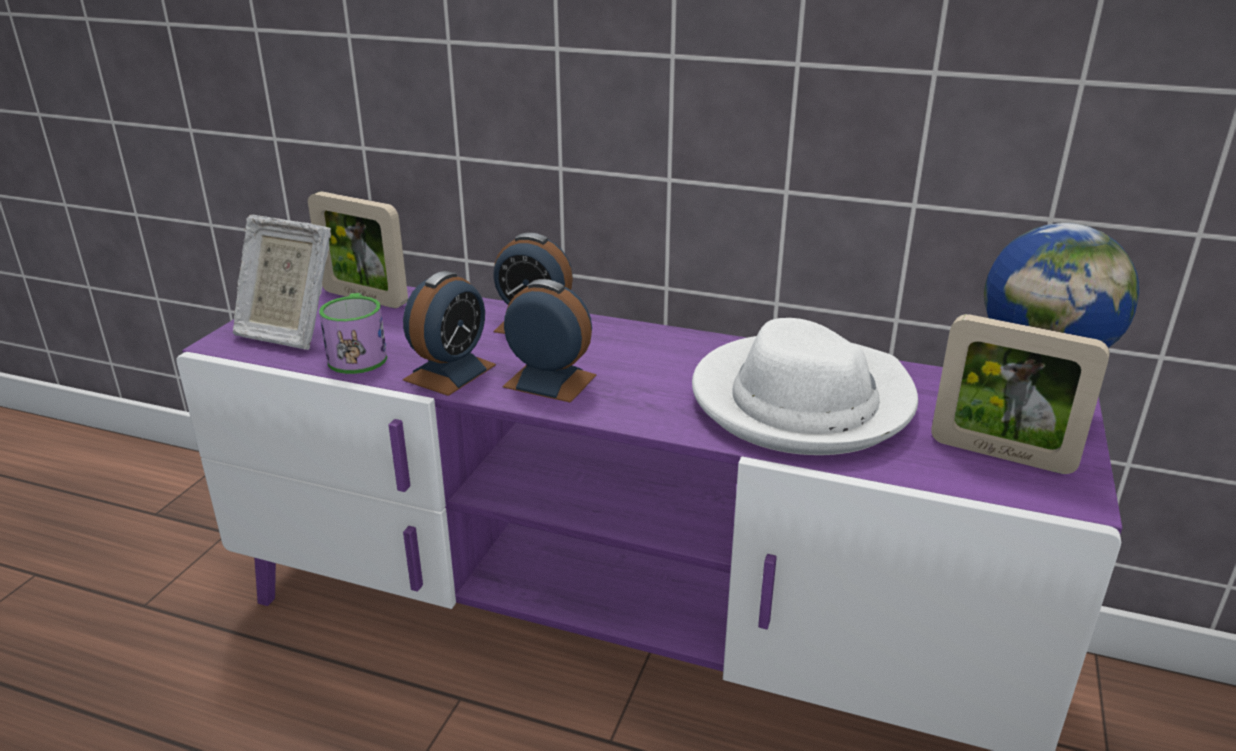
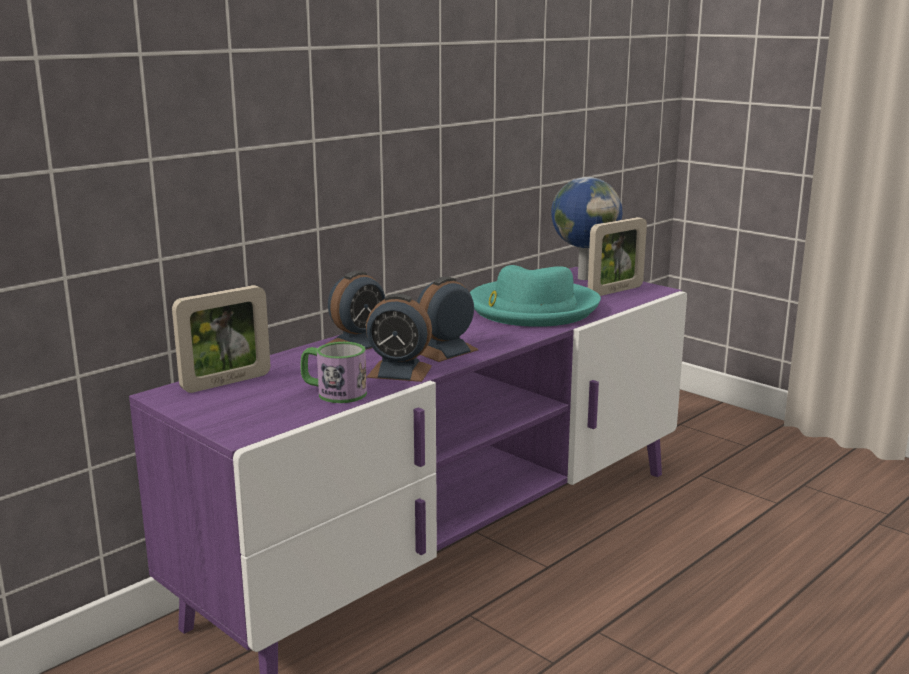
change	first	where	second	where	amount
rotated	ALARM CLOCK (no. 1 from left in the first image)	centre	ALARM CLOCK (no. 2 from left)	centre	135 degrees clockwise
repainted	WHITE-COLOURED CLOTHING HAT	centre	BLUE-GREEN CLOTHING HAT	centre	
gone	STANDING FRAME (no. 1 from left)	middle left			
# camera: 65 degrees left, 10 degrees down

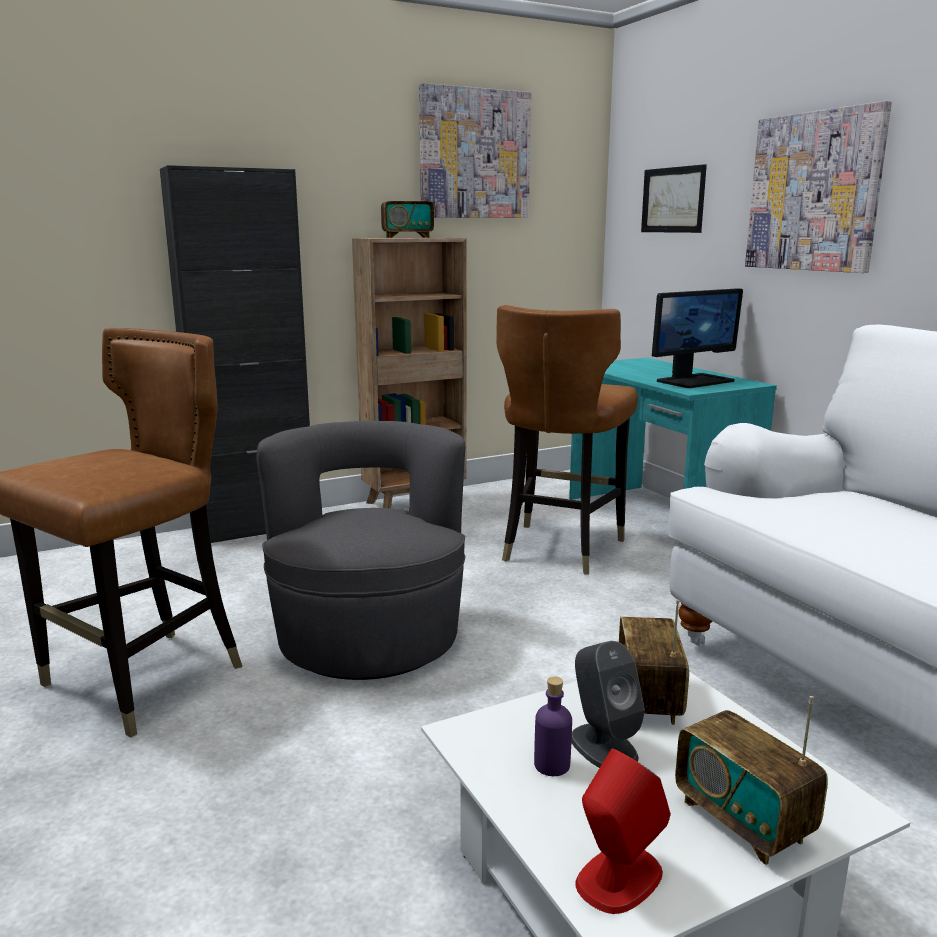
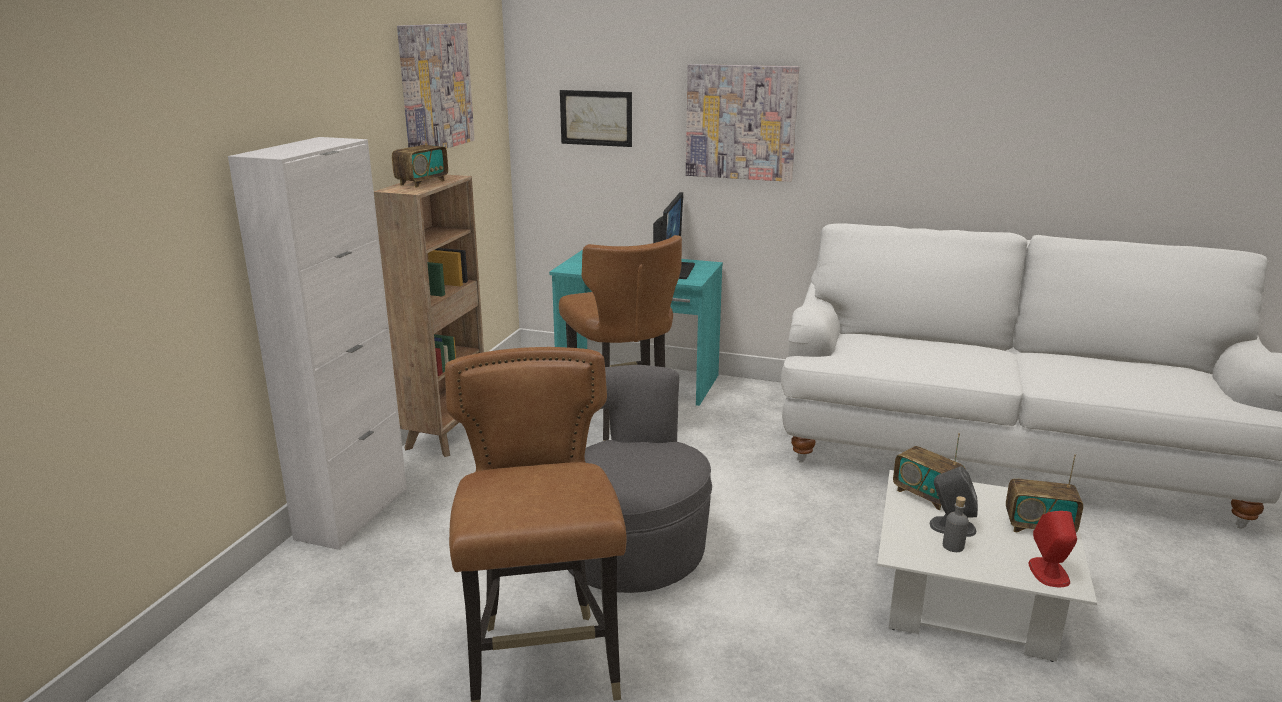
change	first	where	second	where	amount
repainted	BLACK-COLOURED CABINET	middle left	WHITE-COLOURED CABINET	middle left	
repainted	PURPLE BOTTLE	bottom centre	GRAY BOTTLE	bottom right	
# camera: 45 degrees left, 5 degrees up

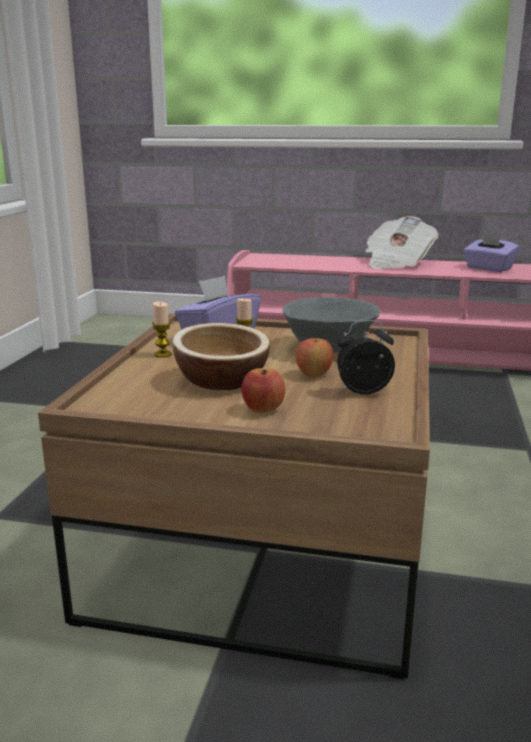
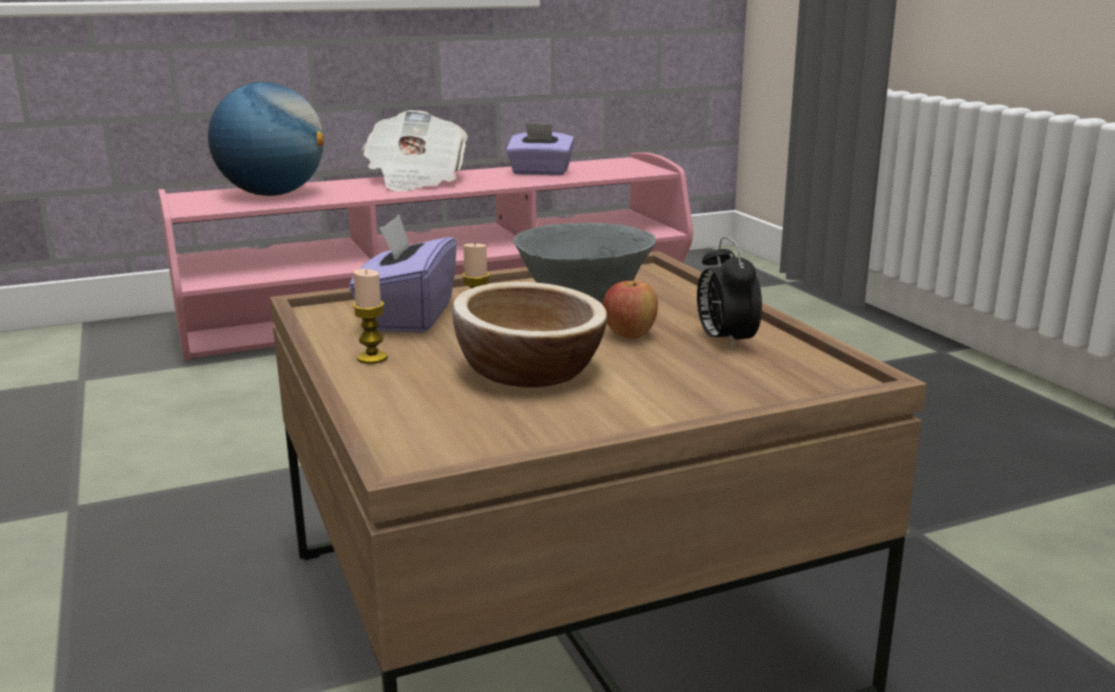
change	first	where	second	where	amount
new			WORLD GLOBE	top left	
rotated	ALARM CLOCK	middle right		centre	60 degrees counterclockwise
gone	APPLE (no. 1 from left)	centre			
# camera: 35 degrees left, 0 degrees up

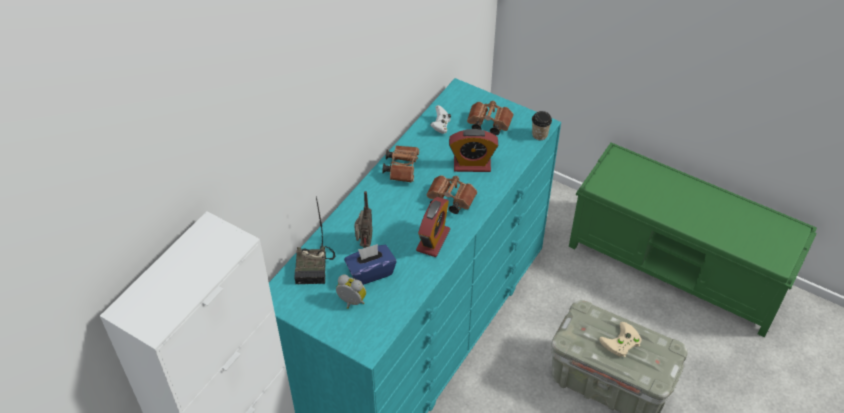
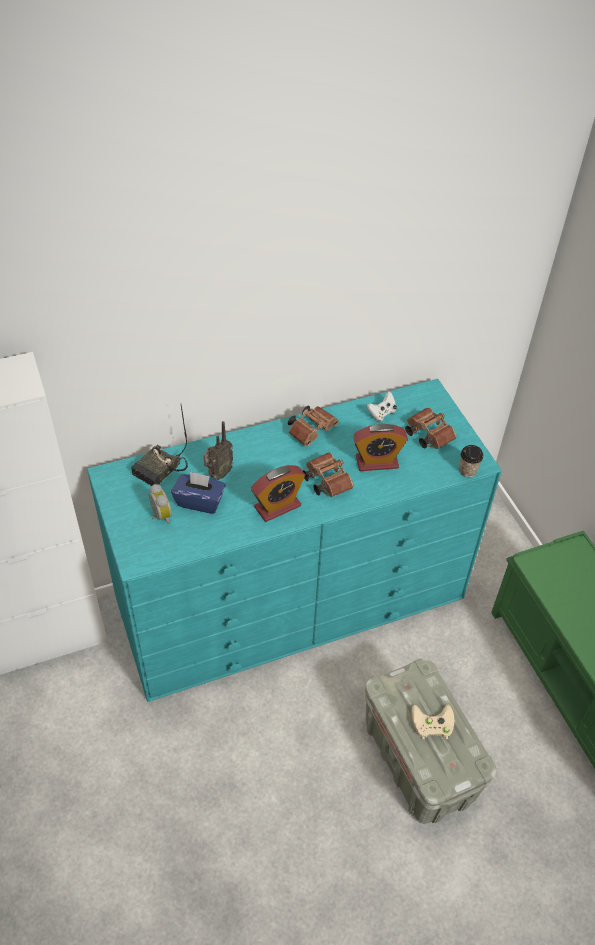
change	first	where	second	where	amount
rotated	ALARM CLOCK (no. 3 from left)	centre		centre	45 degrees counterclockwise
# camera: 35 degrees right, 0 degrees up

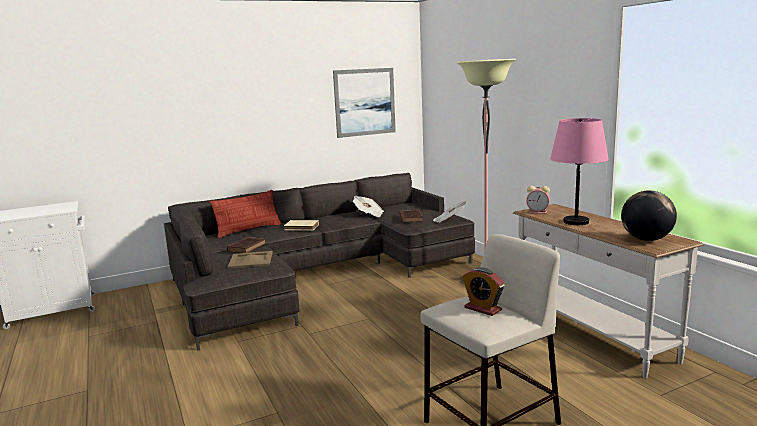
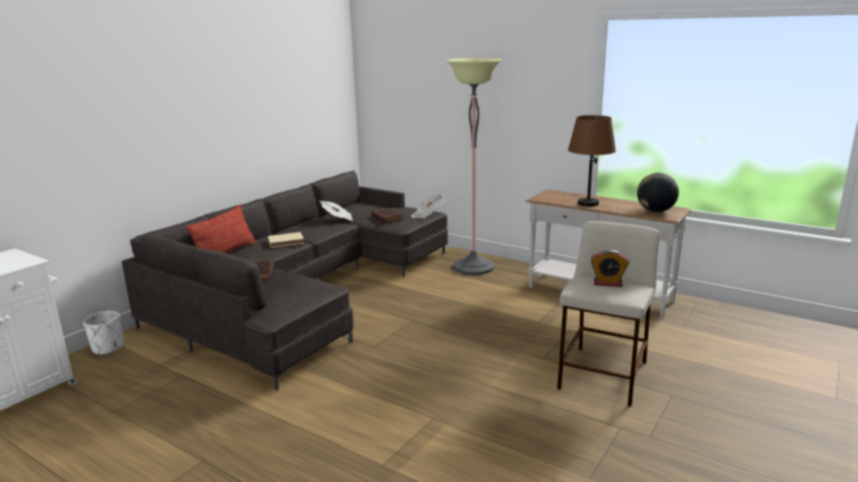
change	first	where	second	where	amount
new			WHITE-COLOURED PLANT POT	bottom left	
repainted	PINK TABLETOP LAMP	middle right	BROWN TABLETOP LAMP	top right	
gone	BEIGE SERVING TRAY	middle left			
gone	WALL ART	top centre			
gone	ALARM CLOCK (no. 2 from left)	middle right			
# camera: 30 degrees left, 5 degrees up

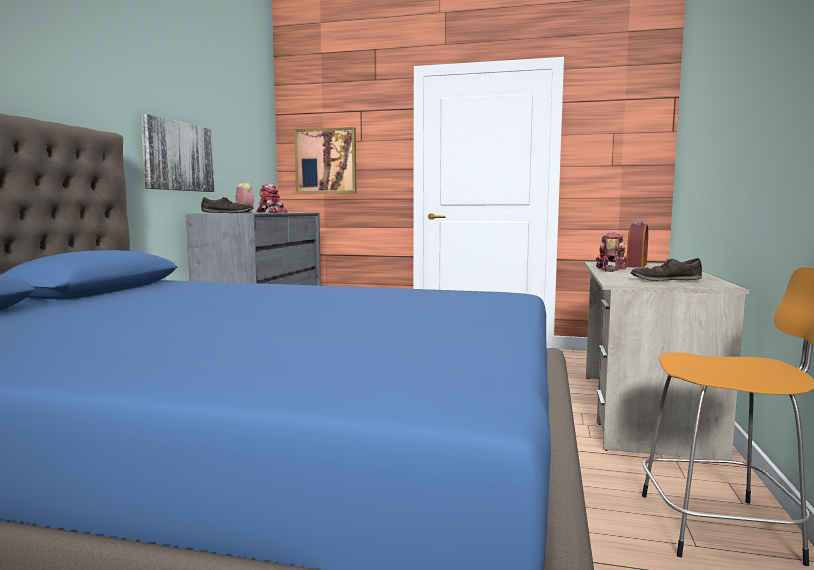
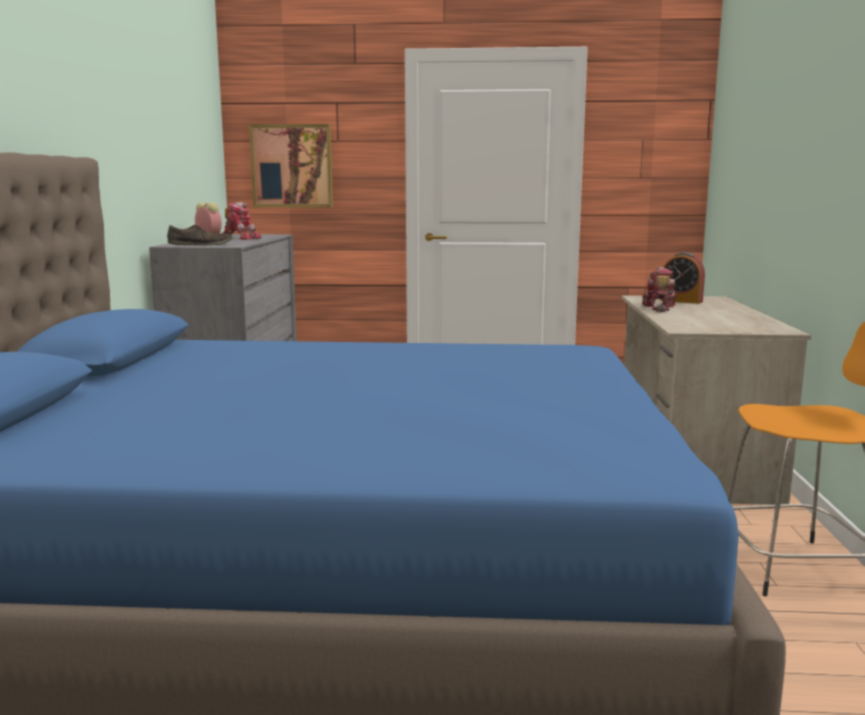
change	first	where	second	where	amount
rotated	ALARM CLOCK (no. 2 from left)	middle right		middle right	105 degrees clockwise
gone	WALL ART (no. 1 from left)	top left			
gone	BROWN LOW SHOE (no. 2 from left)	middle right			
# camera: 10 degrees left, 5 degrees up

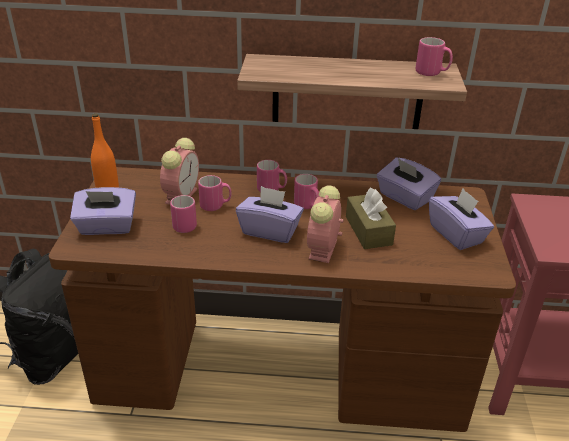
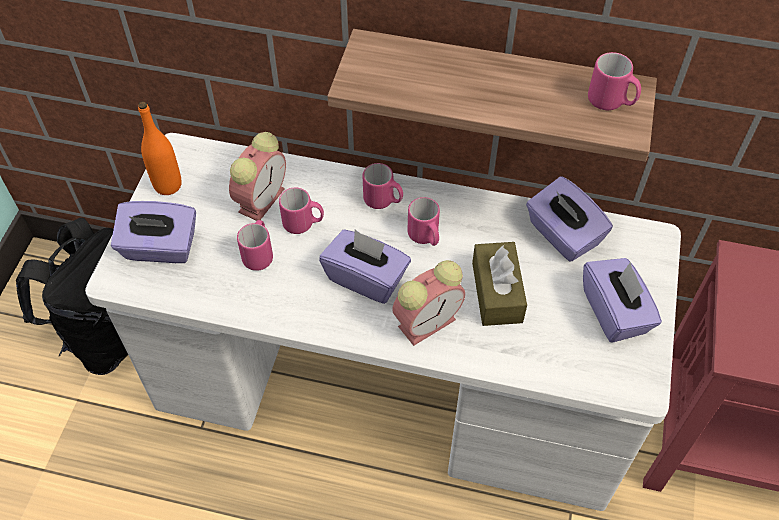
change	first	where	second	where	amount
repainted	BROWN DESK UNIT	bottom centre	WHITE-COLOURED DESK UNIT	centre	
rotated	ALARM CLOCK (no. 2 from left)	centre		centre	150 degrees counterclockwise
# camera: 10 degrees right, 20 degrees up

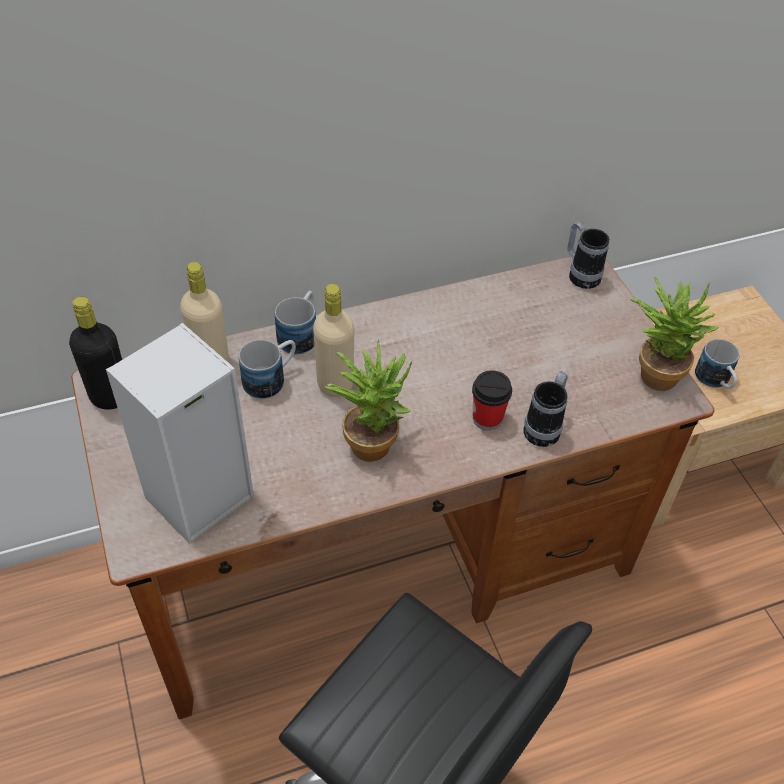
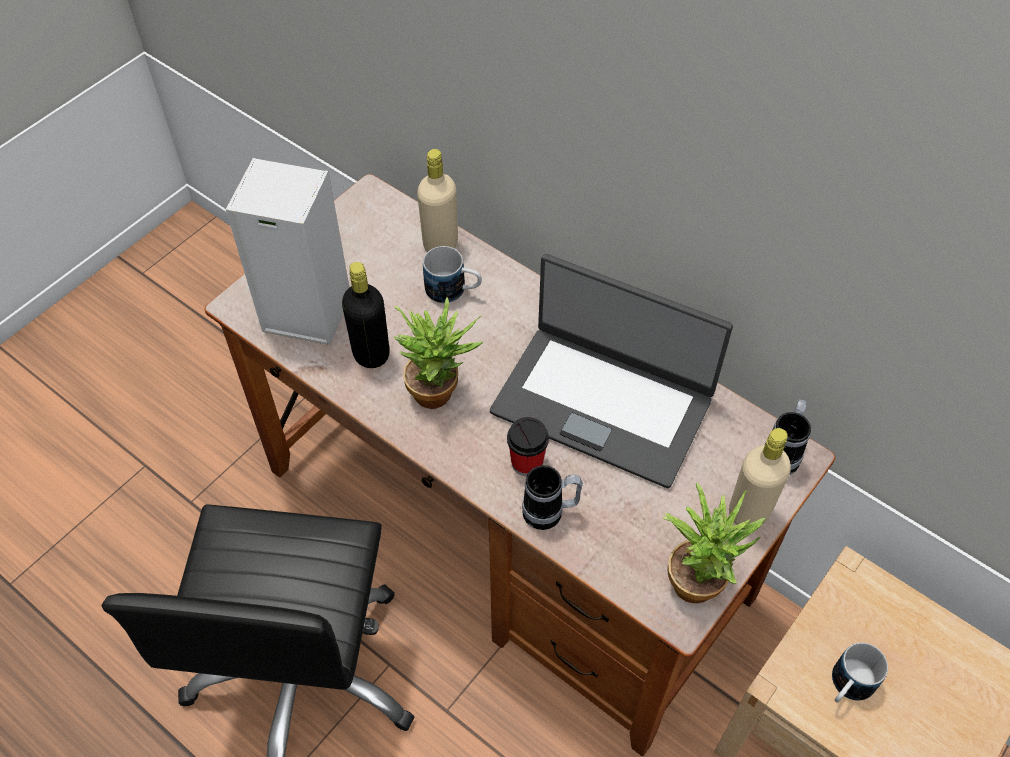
change	first	where	second	where	amount
shifted	BLACK-COLOURED BOTTLE	middle left		centre	
new			NOTEBOOK COMPUTER	centre	
shifted	BEIGE BOTTLE (no. 2 from left)	centre		middle right	
gone	COFFEE MUG (no. 2 from left)	centre			
# camera: 60 degrees right, 5 degrees up

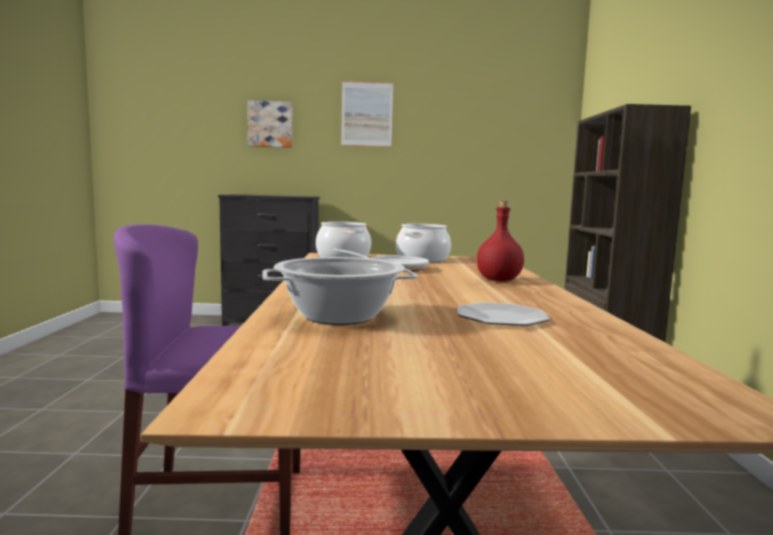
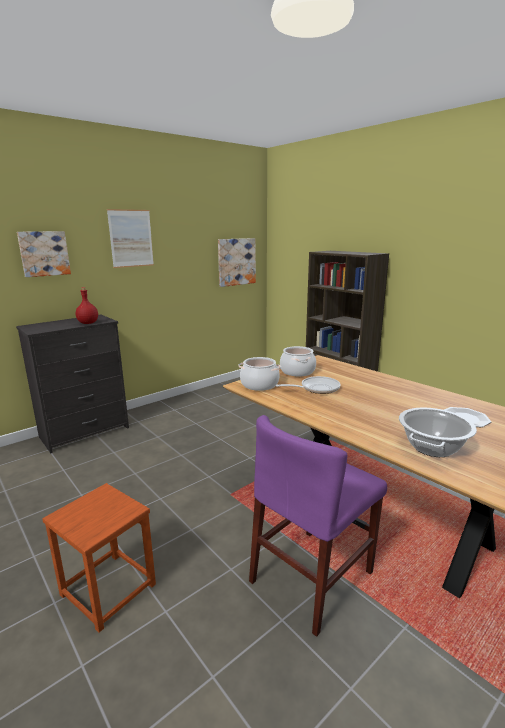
change	first	where	second	where	amount
new			BROWN STOOL SEAT	bottom left	
shifted	RED BOTTLE	centre		middle left	
new			WALL ART (no. 3 from left)	centre	
# camera: 40 degrees left, 10 degrees up

